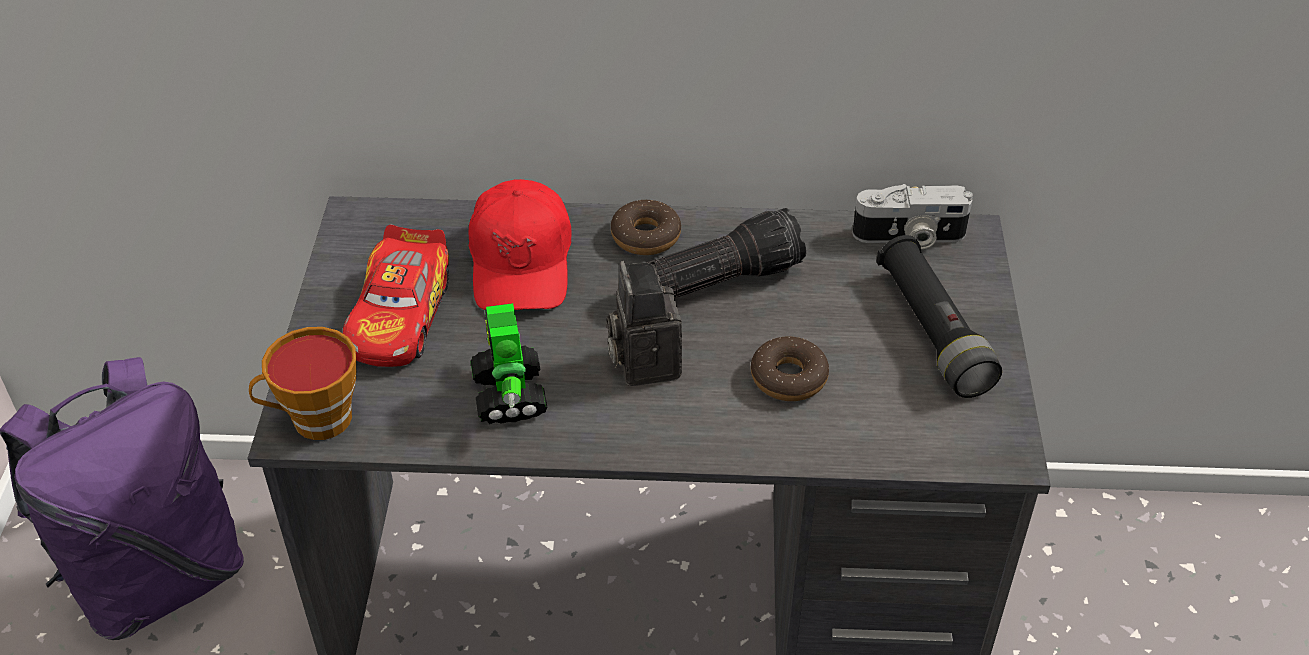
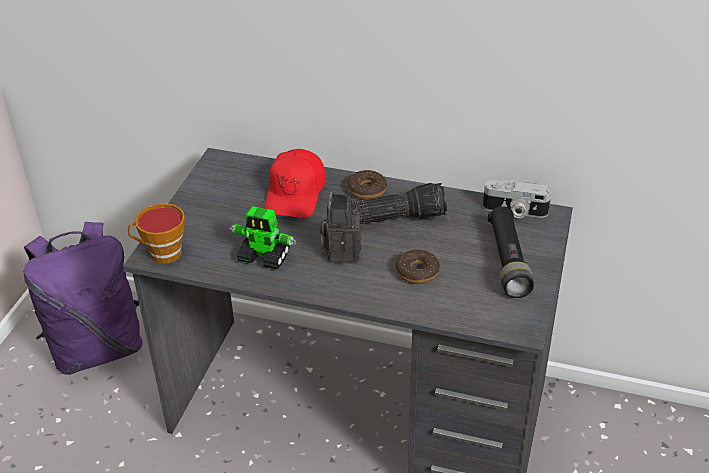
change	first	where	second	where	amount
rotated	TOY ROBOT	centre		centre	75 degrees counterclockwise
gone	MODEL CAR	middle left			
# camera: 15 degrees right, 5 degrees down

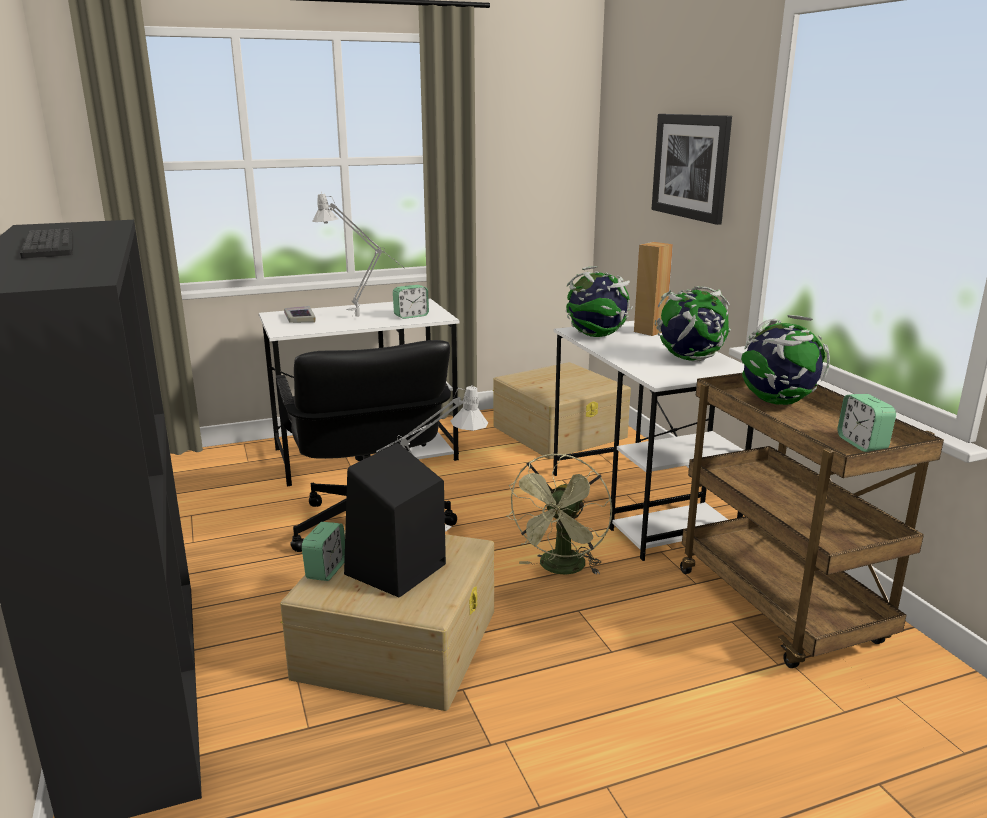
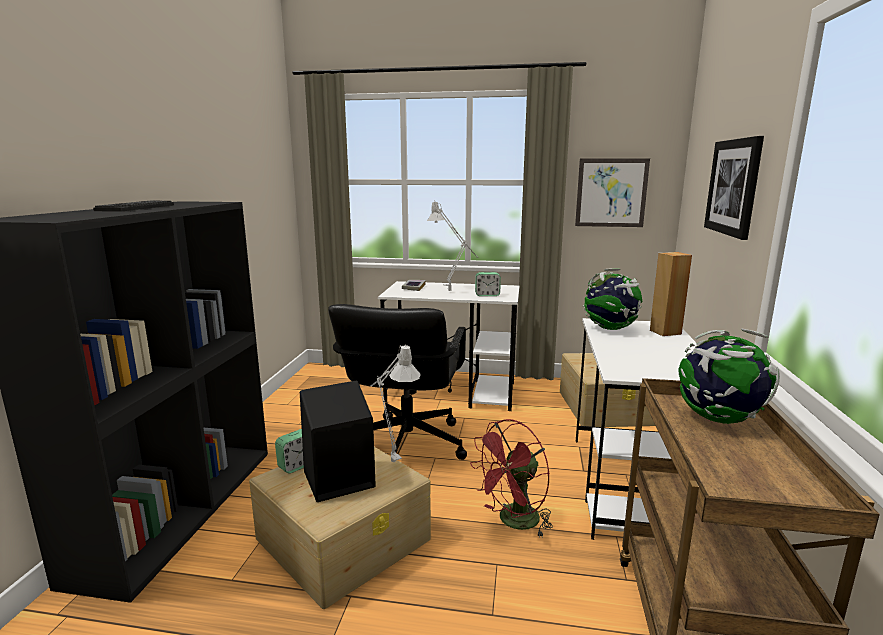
change	first	where	second	where	amount
repainted	GREEN-COLOURED COOLING FAN	centre	RED COOLING FAN	bottom centre	
new			WALL ART (no. 1 from left)	top right	
gone	WORLD GLOBE (no. 2 from left)	middle right			
gone	ALARM CLOCK (no. 3 from left)	middle right			
# camera: 30 degrees right, 5 degrees down

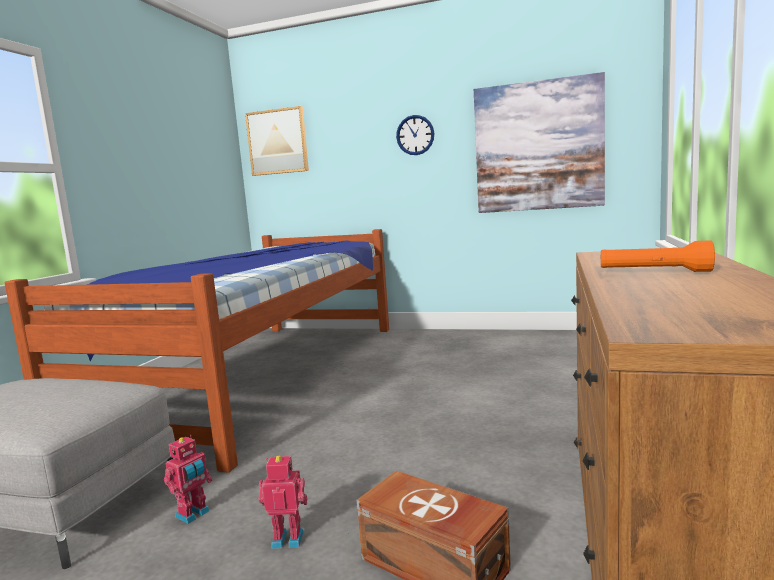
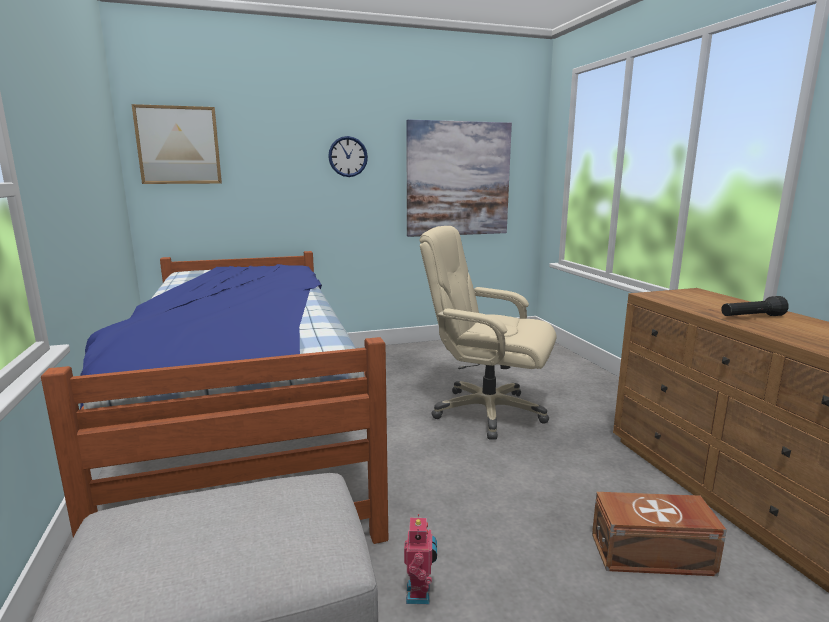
change	first	where	second	where	amount
new			BEIGE COMPUTER CHAIR	centre	
repainted	ORANGE HAND TORCH	middle right	BLACK-COLOURED HAND TORCH	middle right	
gone	TOY ROBOT (no. 2 from left)	bottom centre			
# camera: 35 degrees left, 5 degrees up

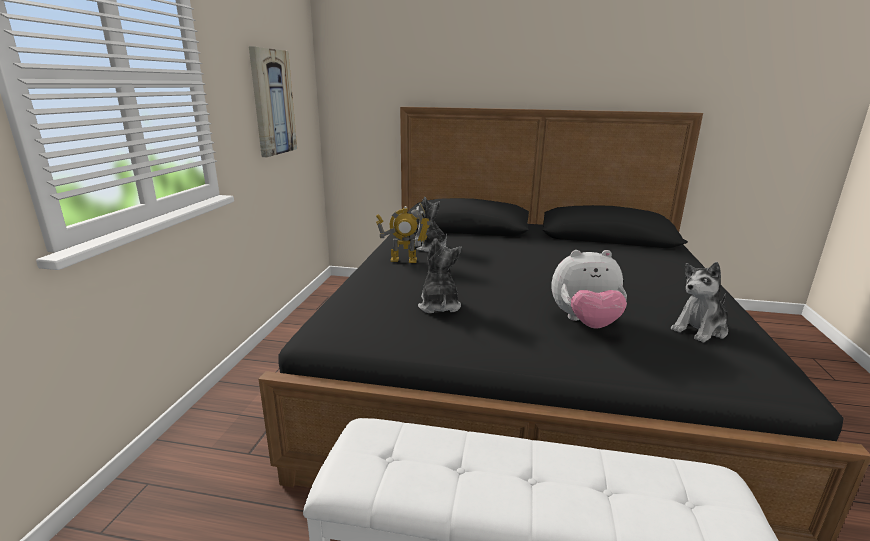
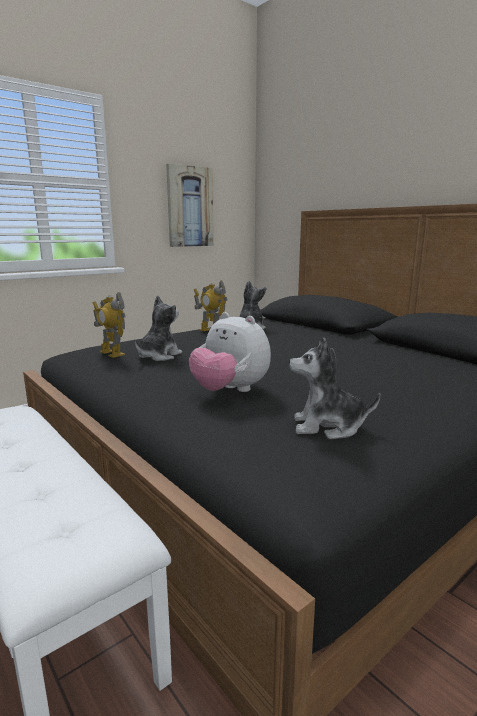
change	first	where	second	where	amount
new			TOY ROBOT (no. 1 from left)	middle left	
# camera: 40 degrees right, 5 degrees down

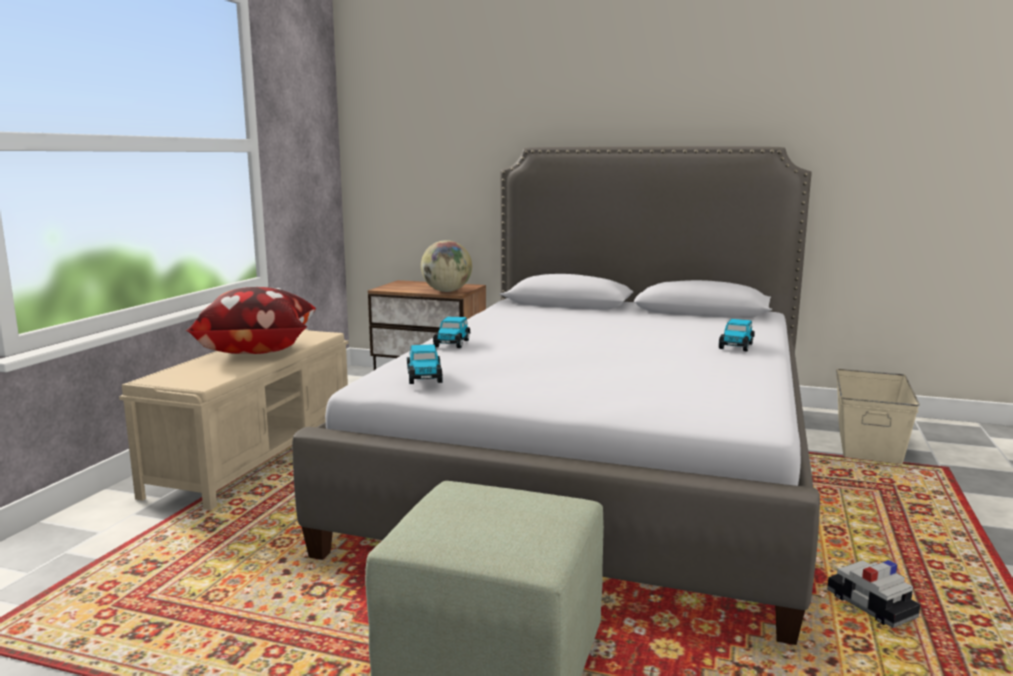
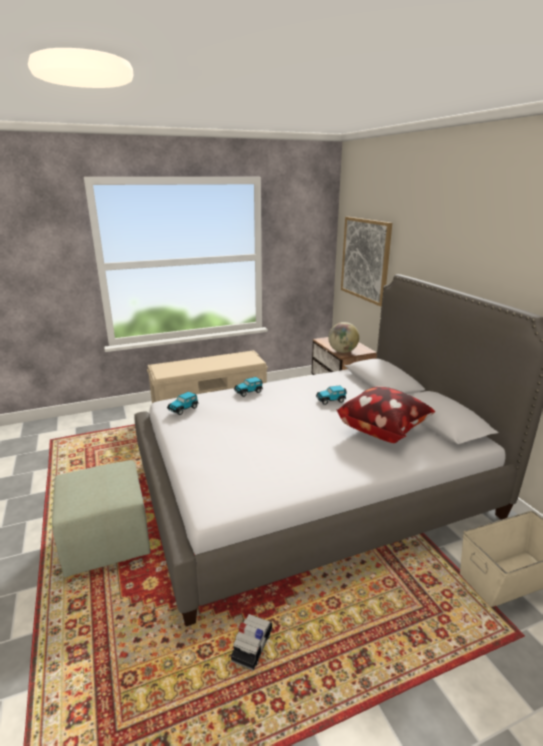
change	first	where	second	where	amount
shifted	MODEL CAR (no. 3 from left in the first image)	middle right	MODEL CAR (no. 4 from left)	centre	
shifted	THROW PILLOW	middle left		middle right	
new			WALL ART	middle right	
# camera: 50 degrees right, 10 degrees up

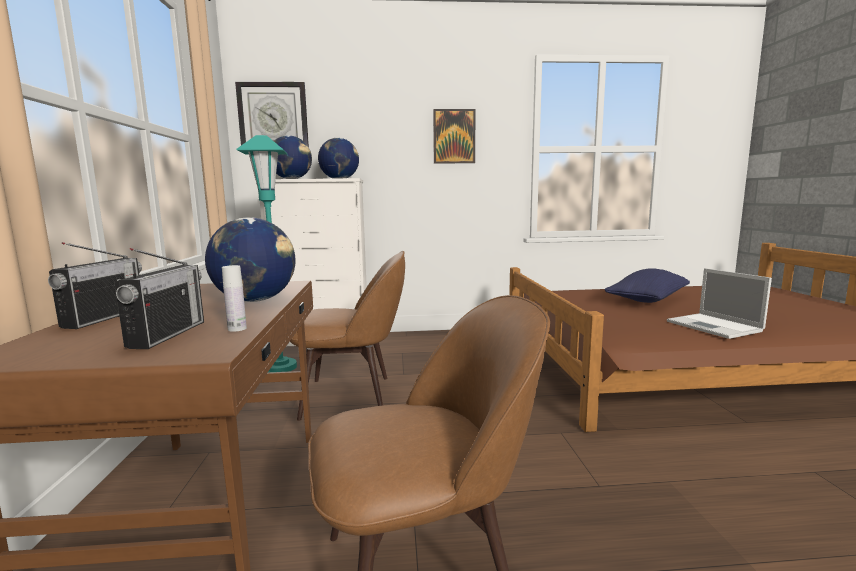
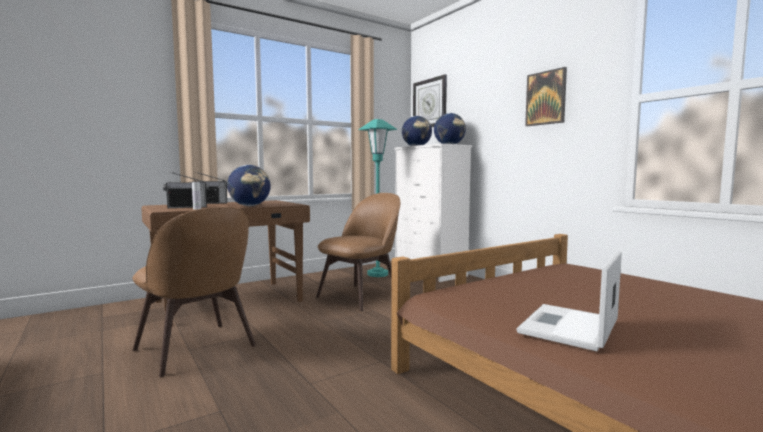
change	first	where	second	where	amount
rotated	BROWN UPRIGHT CHAIR (no. 1 from left in the first image)	centre	BROWN UPRIGHT CHAIR (no. 2 from left)	centre	105 degrees counterclockwise
gone	BLUE THROW PILLOW	middle right			
# camera: 60 degrees right, 5 degrees down

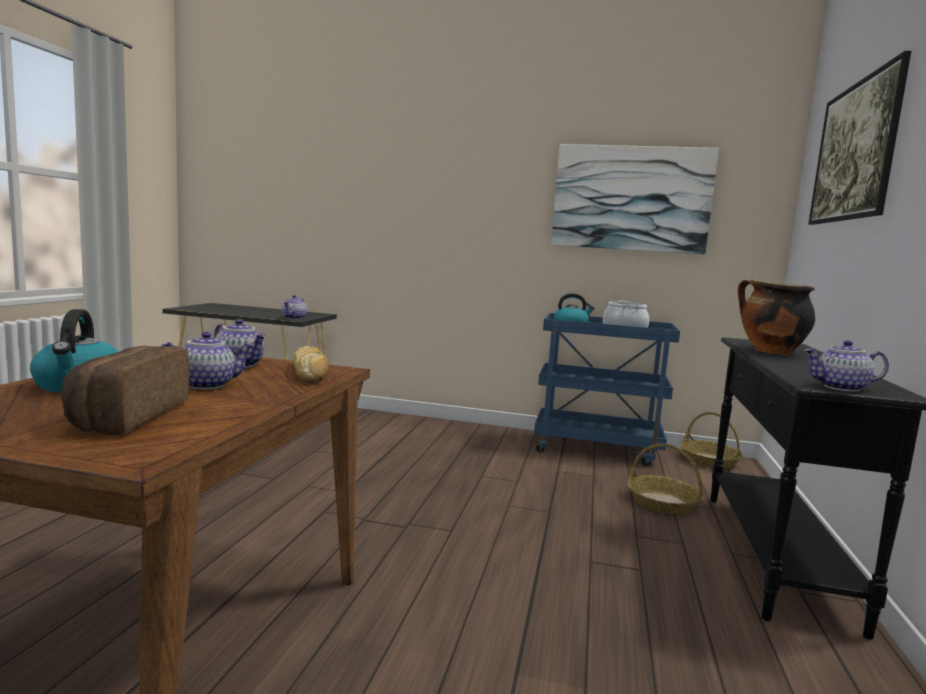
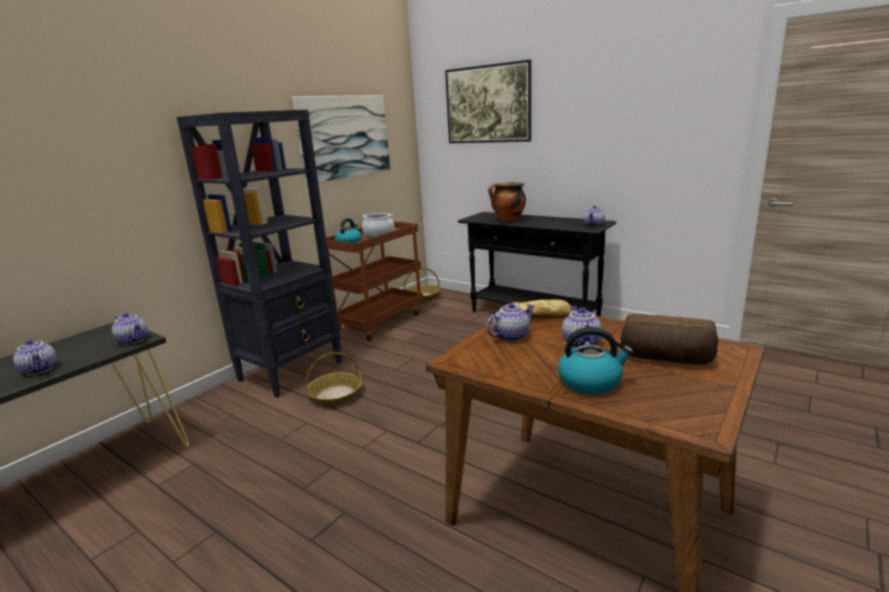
change	first	where	second	where	amount
new			TEAPOT (no. 1 from left)	middle left	
new			BLACK-COLOURED BOOKSHELF	middle left	
shifted	HOUSEHOLD BASKET (no. 1 from left)	bottom right		centre	
repainted	BLUE WHEELED CART	centre	BROWN WHEELED CART	centre	
# camera: 65 degrees left, 10 degrees up

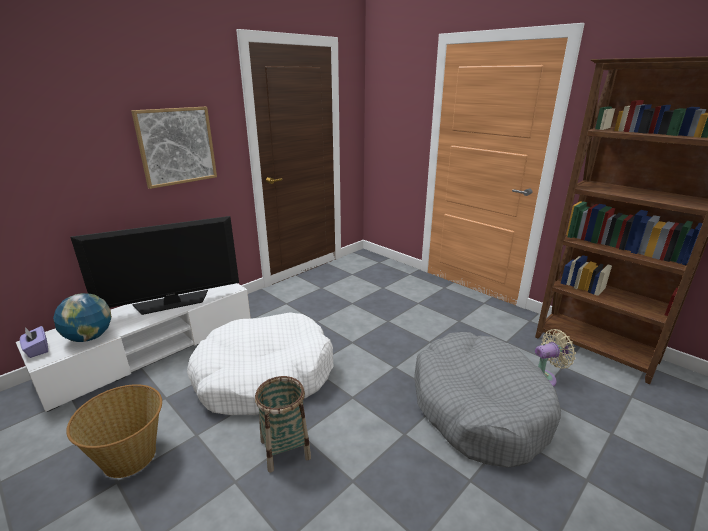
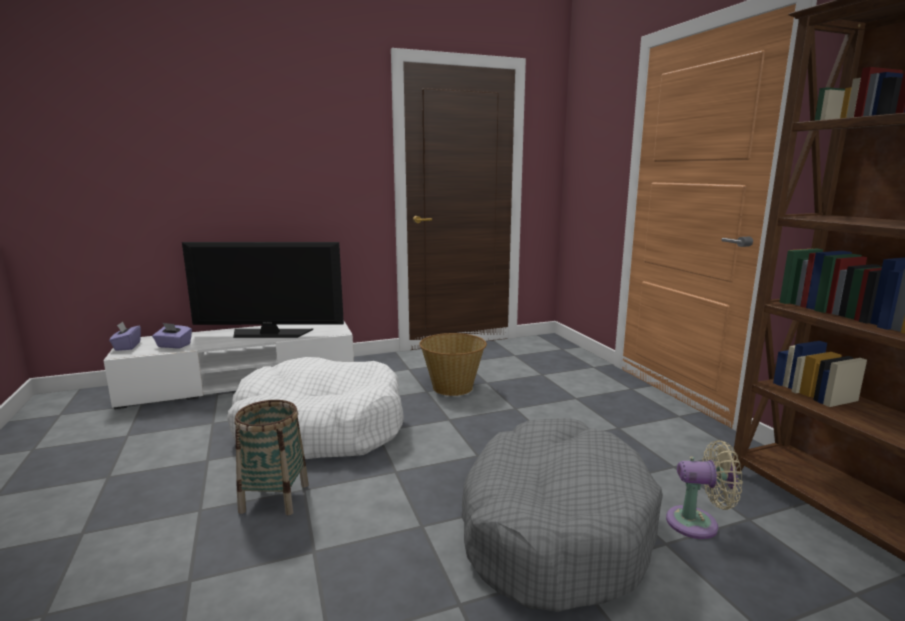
change	first	where	second	where	amount
swapped	WORLD GLOBE	middle left	PURPLE BOX OF TISSUES (no. 2 from left)	middle left	
shifted	HOUSEHOLD BASKET (no. 1 from left in the first image)	bottom left	HOUSEHOLD BASKET (no. 2 from left)	centre	
gone	WALL ART	top left			
# camera: 25 degrees right, 10 degrees down

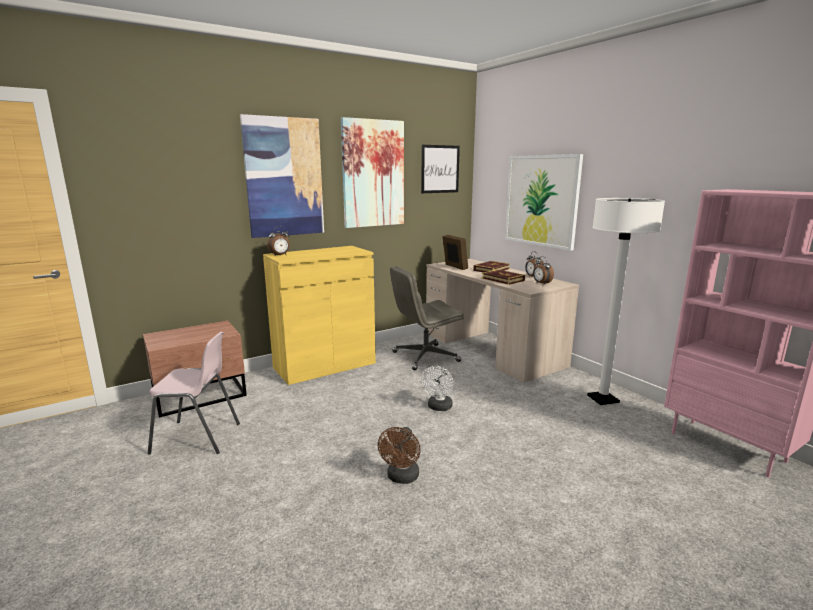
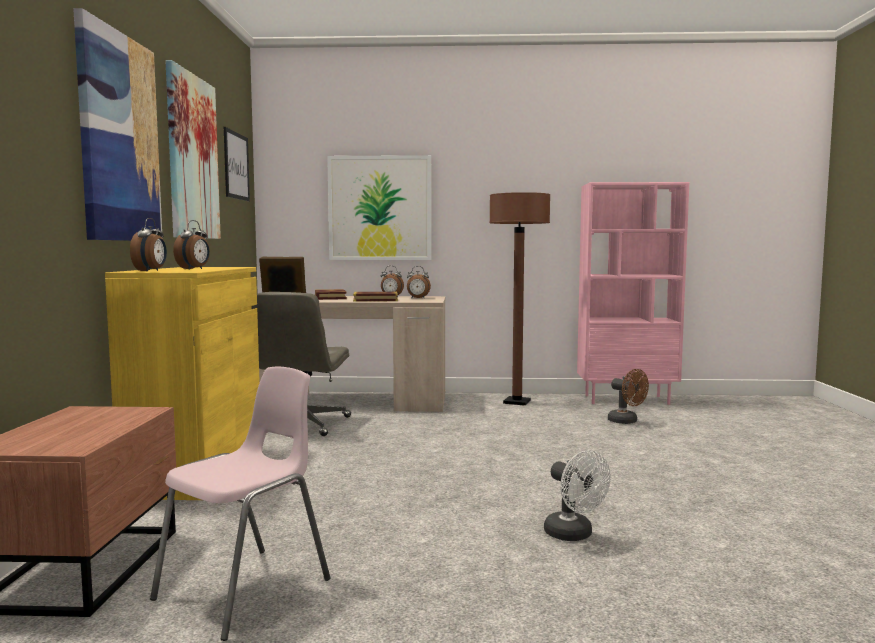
change	first	where	second	where	amount
new			ALARM CLOCK (no. 2 from left)	middle left	
repainted	WHITE-COLOURED FLOOR LAMP	middle right	BROWN FLOOR LAMP	centre	
shifted	WHITE-COLOURED COOLING FAN	centre		bottom centre	
shifted	BROWN COOLING FAN	bottom centre		middle right	
# camera: 55 degrees left, 10 degrees down

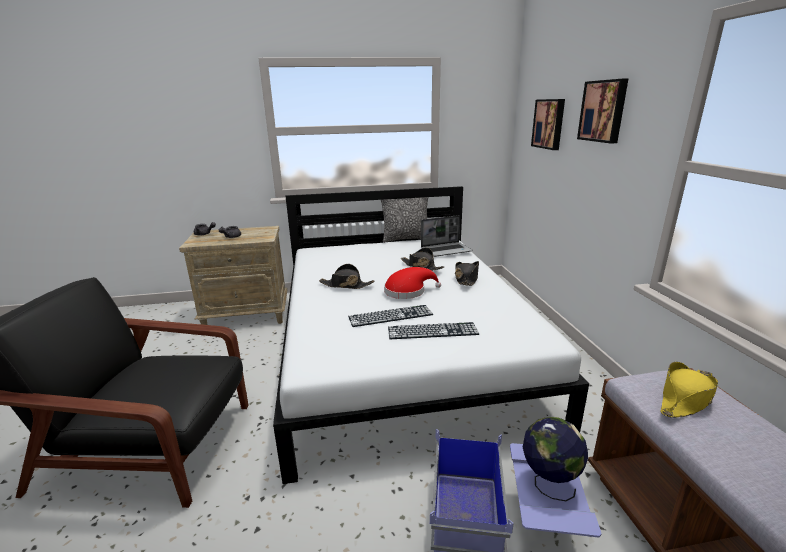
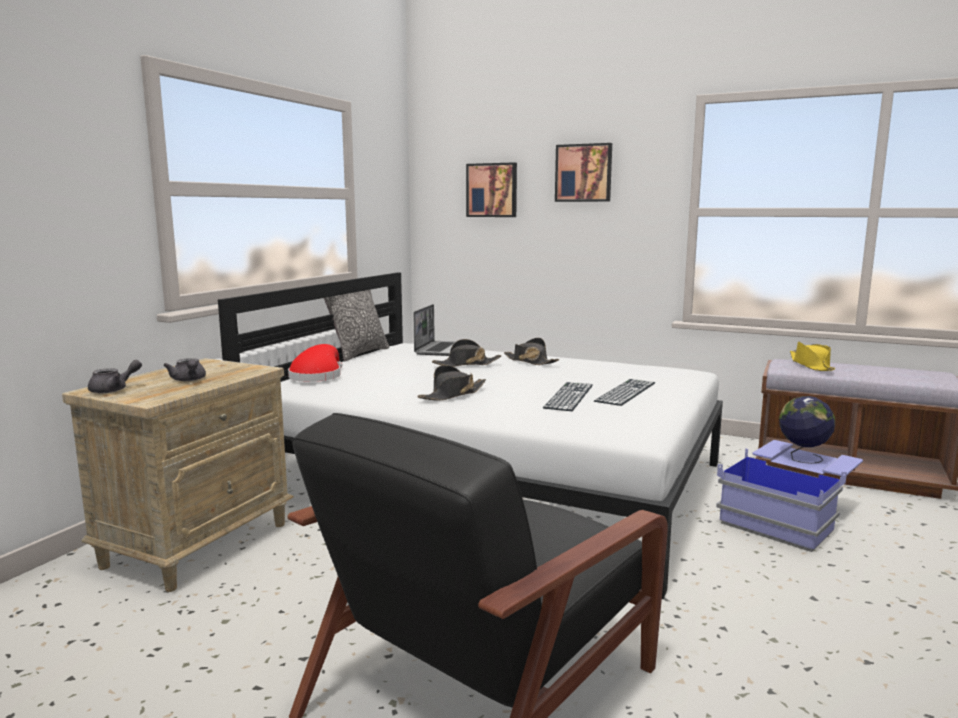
change	first	where	second	where	amount
shifted	RED CLOTHING HAT	centre		middle left	
# camera: 55 degrees left, 10 degrees down

